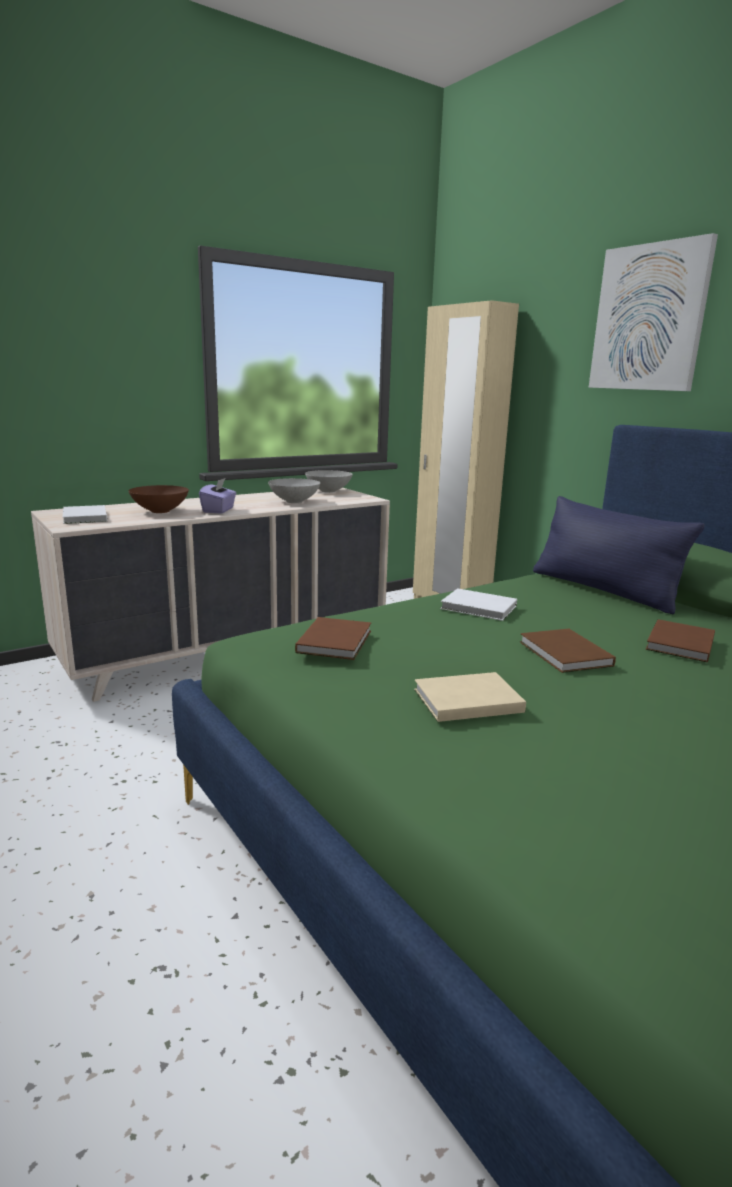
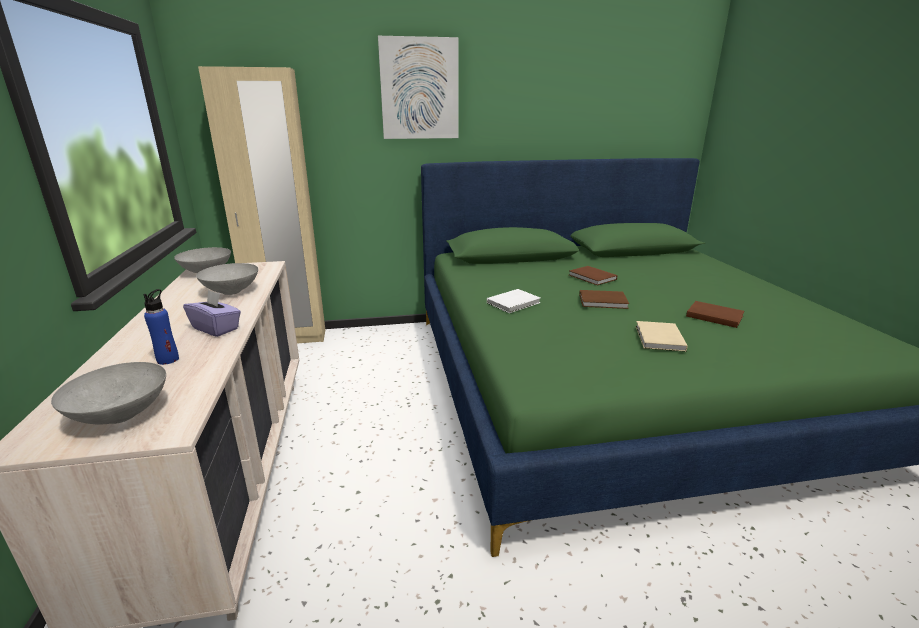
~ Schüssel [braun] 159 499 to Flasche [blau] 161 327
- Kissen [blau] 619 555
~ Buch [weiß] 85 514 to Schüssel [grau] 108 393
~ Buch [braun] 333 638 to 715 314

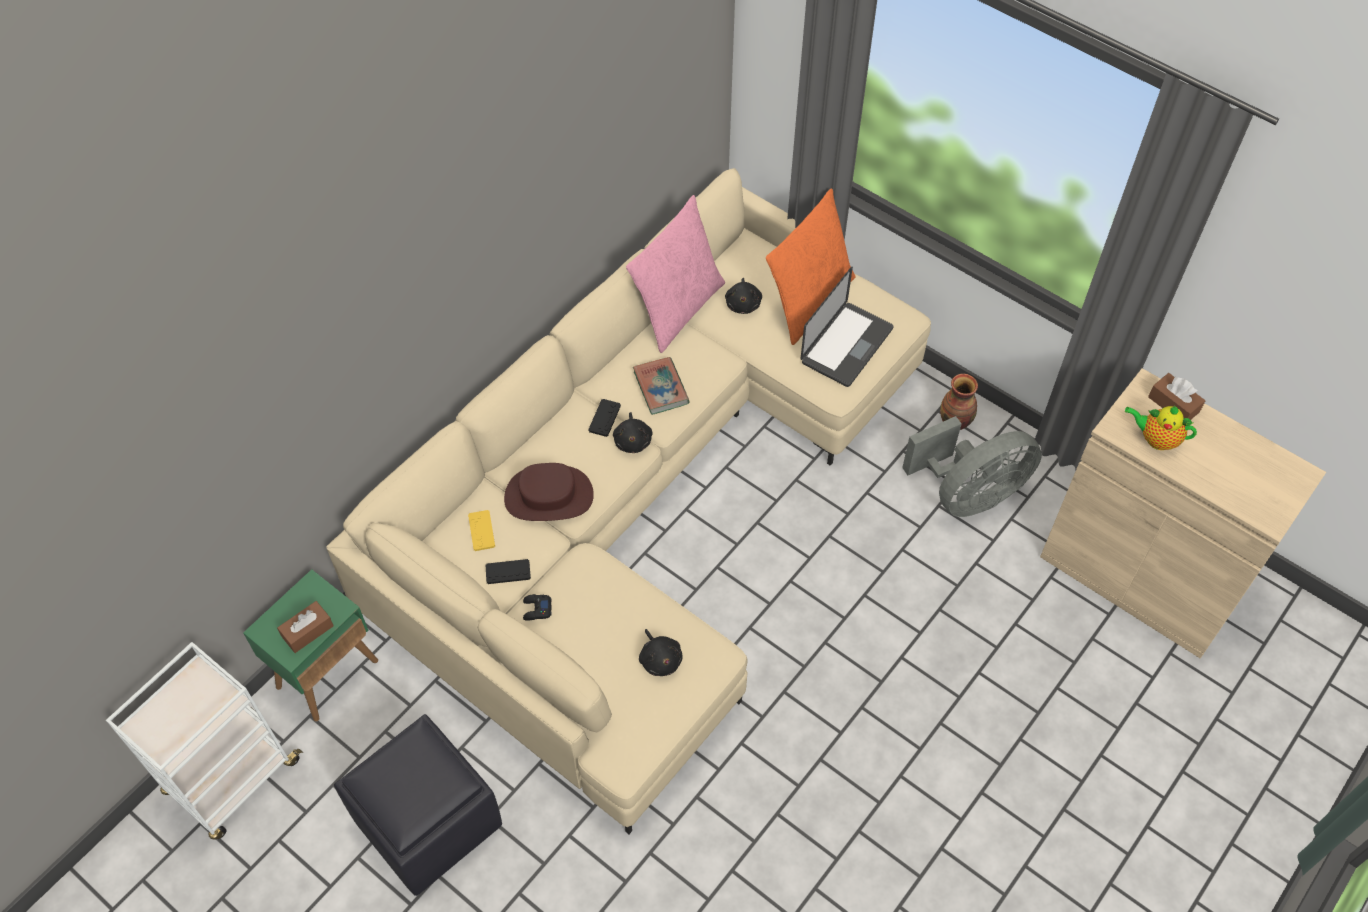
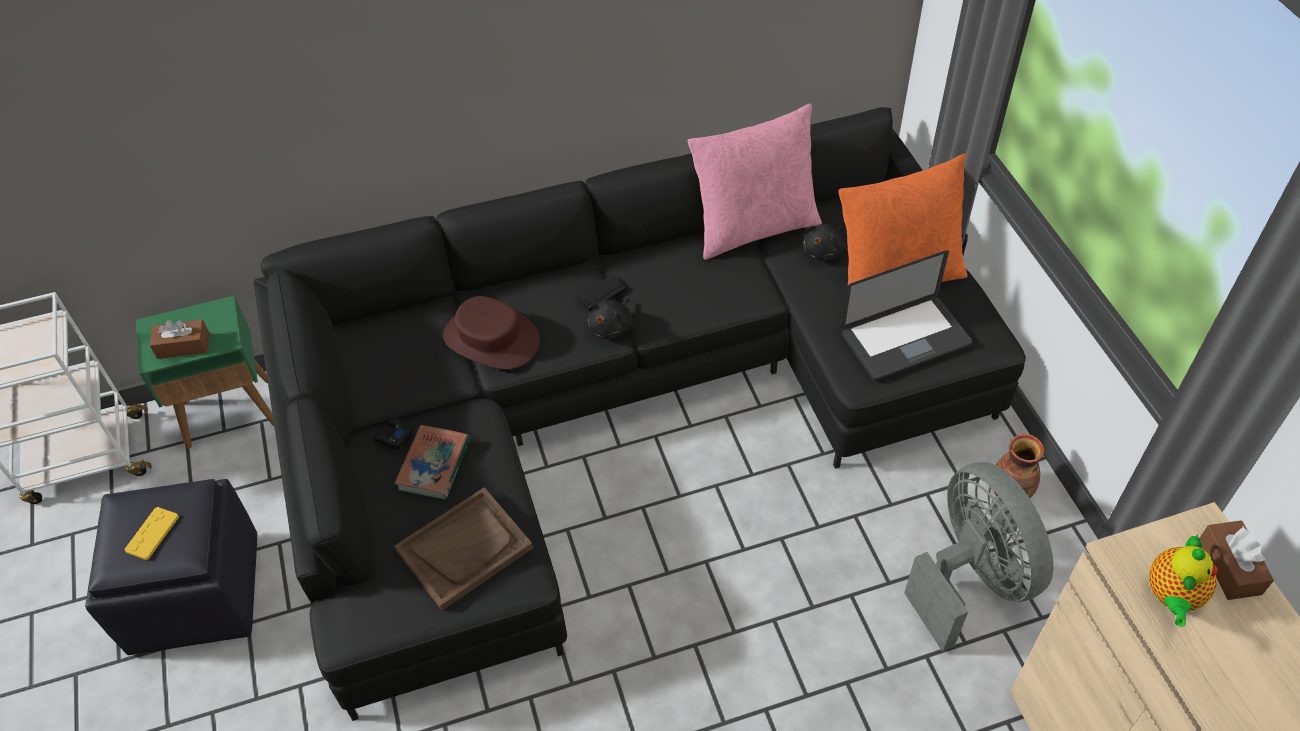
~ Sofa [beige] 628 501 to Sofa [schwarz] 639 414
~ Buch 661 386 to 432 462
~ Teekanne 1161 428 = 1183 580 120 degrees counterclockwise
~ Ventilator [grau] 972 466 = 978 557 120 degrees counterclockwise
~ Gamepad [gelb] 481 530 to 151 533
- Gamepad [schwarz] 508 571
~ Plüschtier [schwarz] 661 652 to Tablett [braun] 464 549

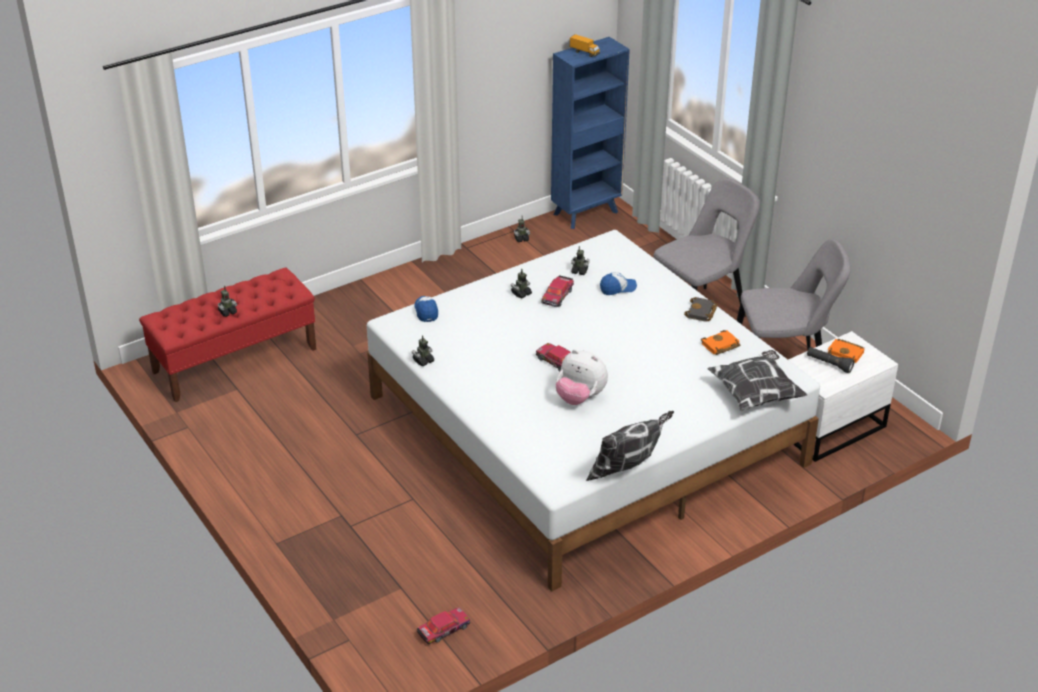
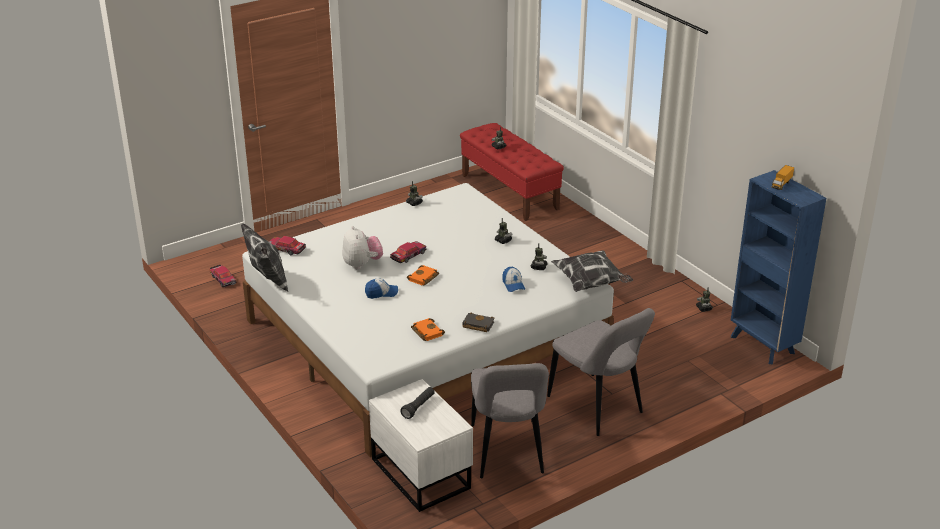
~ Spielzeugauto 557 291 to 287 245
~ Kappe 426 309 to 381 289
~ Buch [orange] 845 351 to 423 275
~ Plüschtier 582 377 = 362 247 135 degrees clockwise
~ Kissen 757 381 to 592 271

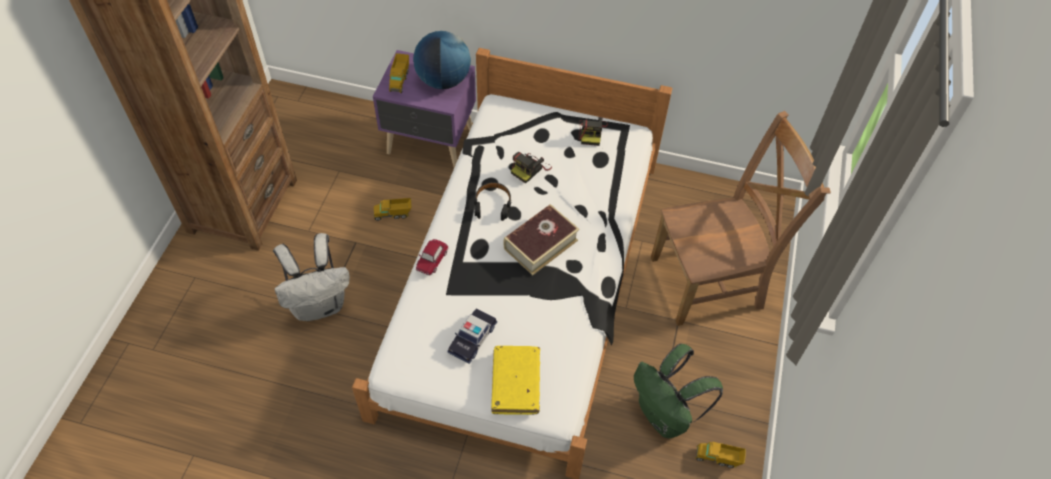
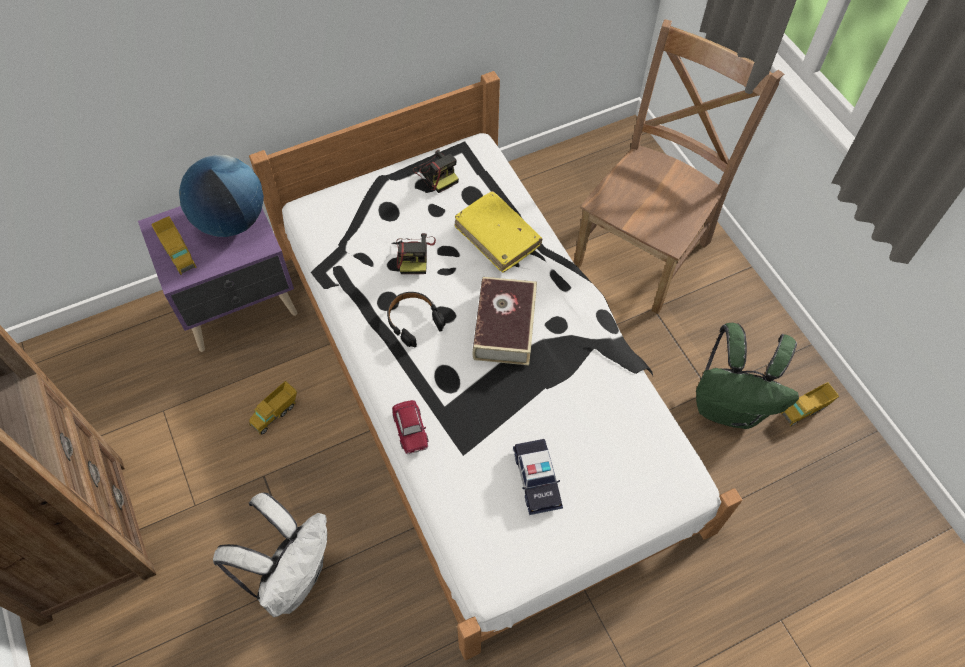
~ Buch [gelb] 515 380 to 498 231

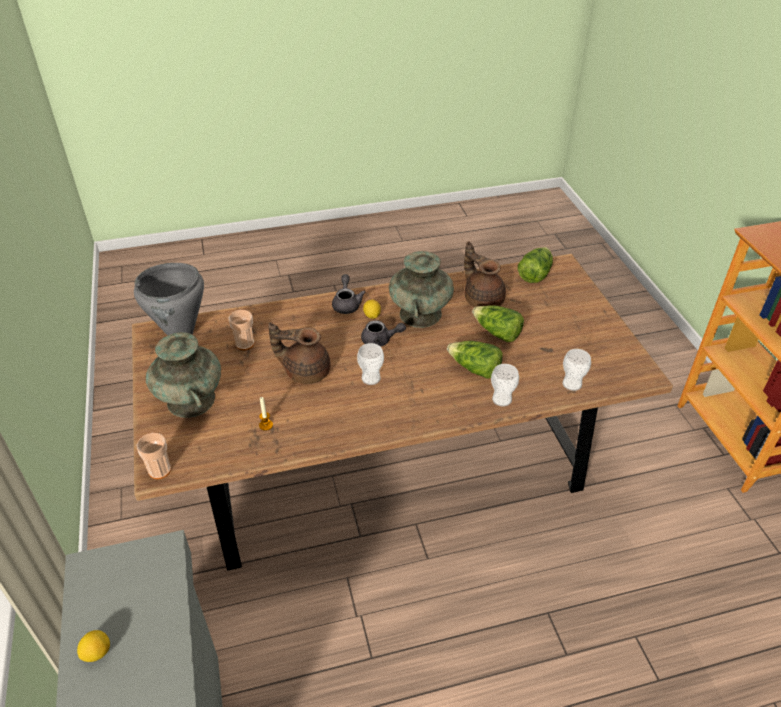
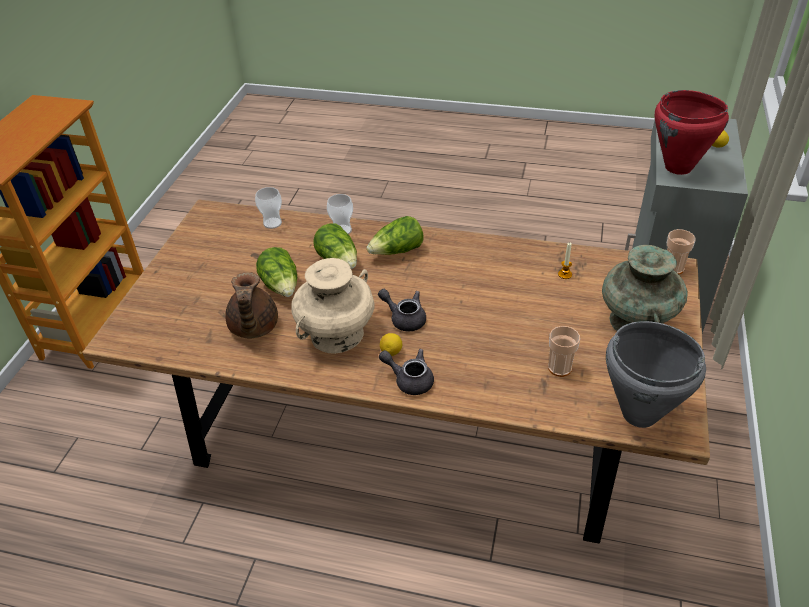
~ Salatkopf 535 265 to 395 235
~ Vase [türkis] 421 289 to Vase [beige] 333 306
~ Teekanne [grau] 349 294 = 406 372 90 degrees clockwise
- Teekanne [braun] 299 353
- Tasse 370 364
+ Kochtopf [rot] 692 132

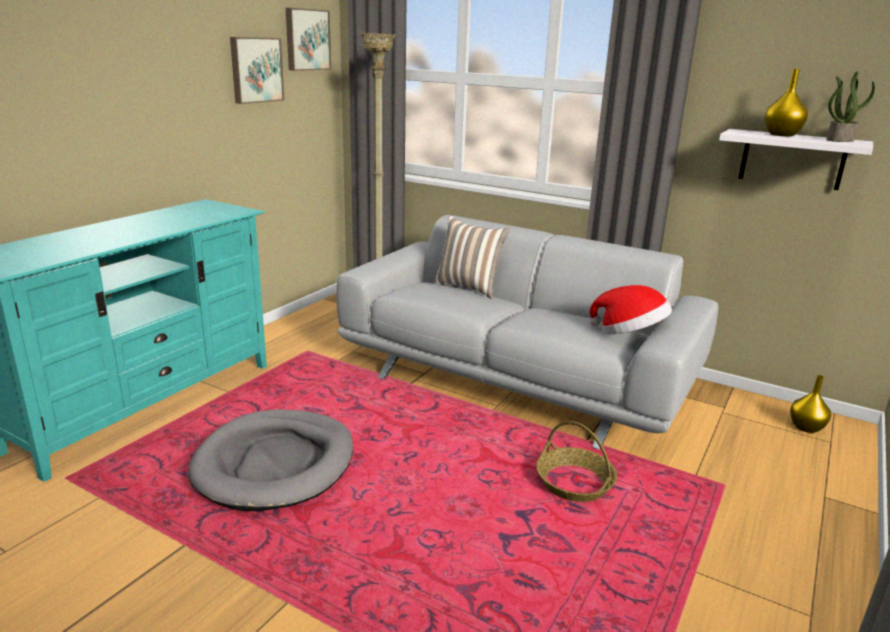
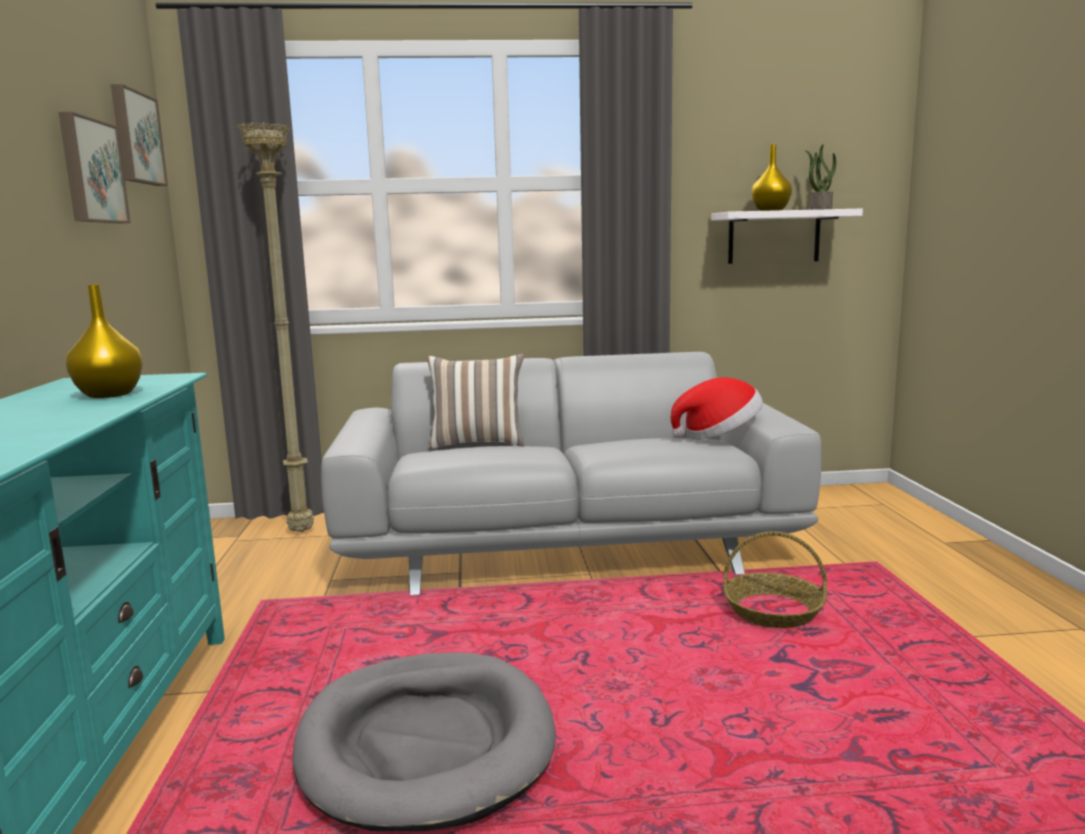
~ Vase [gelb] 810 404 to 104 341

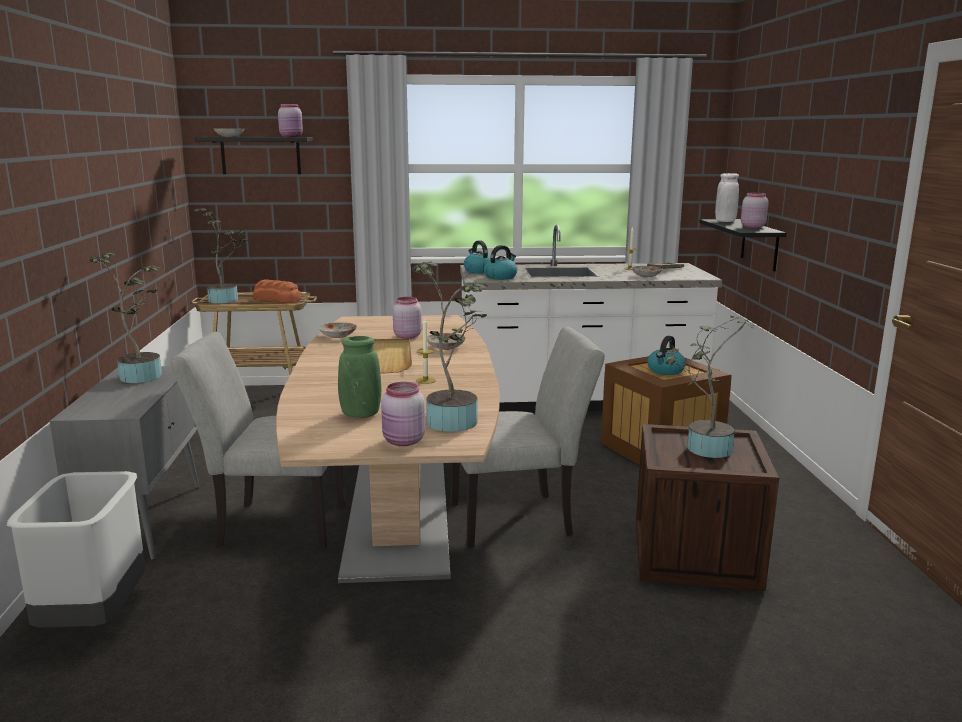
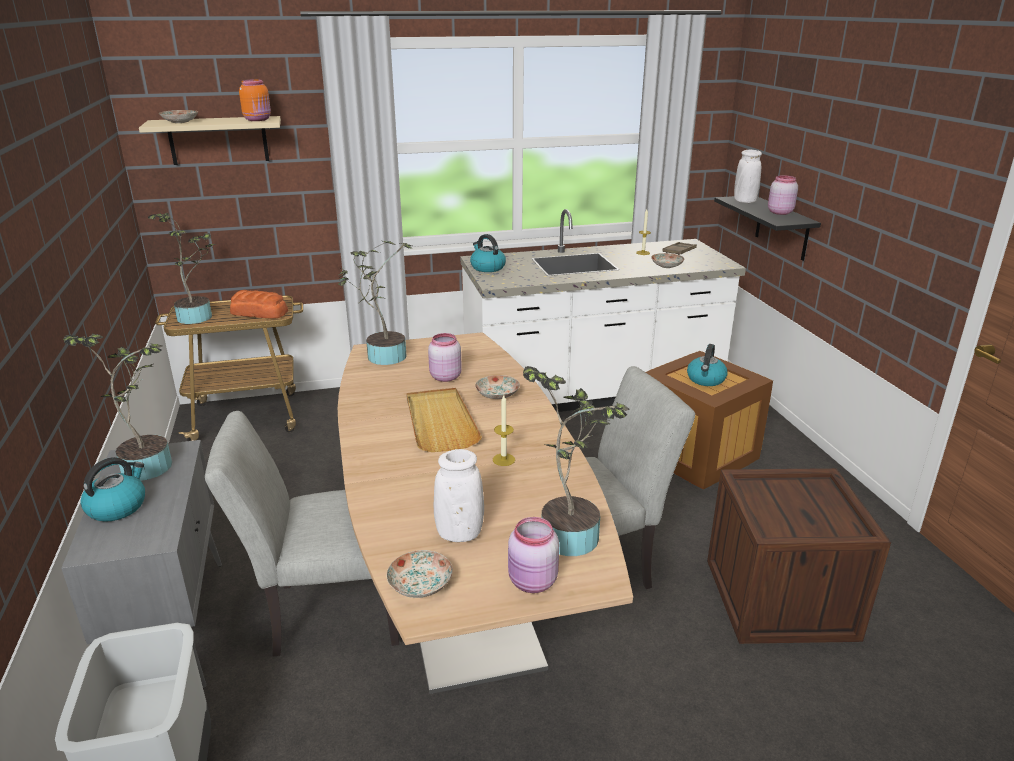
~ Vorratsglas [rosa] 290 120 to Vorratsglas [orange] 255 100
~ Wandregal [schwarz] 254 155 to Wandregal [beige] 210 140
~ Wasserkessel 500 262 to 112 489
~ Topfpflanze 709 387 to 375 302
~ Teller 338 330 to 420 574
~ Vase [grün] 359 377 to Vase [weiß] 459 495

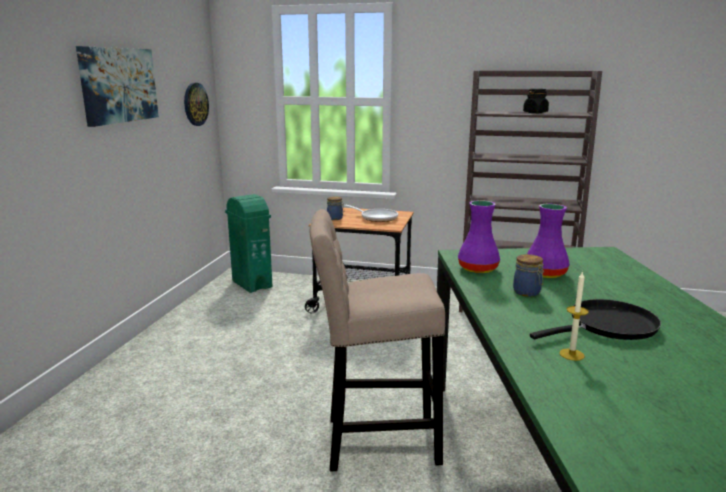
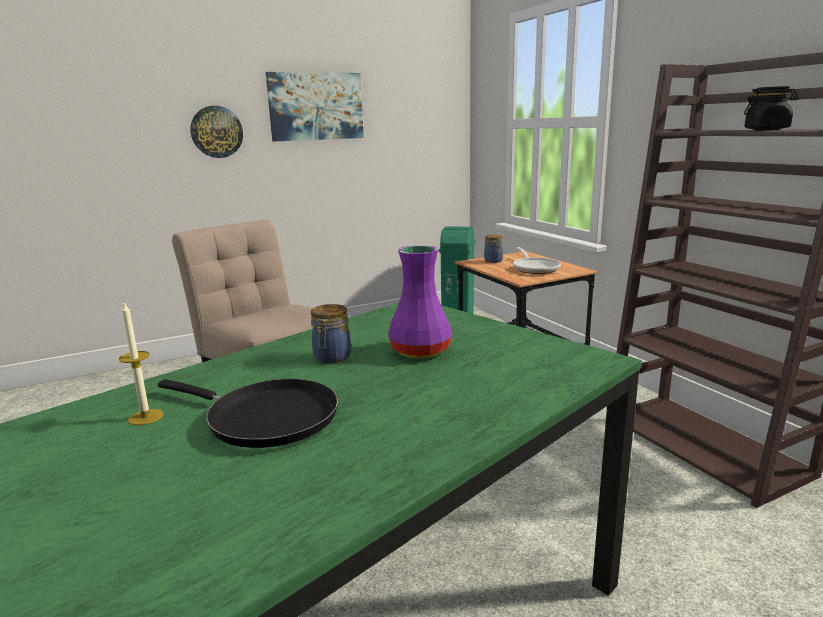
~ Wanduhr 196 104 to 216 132
- Vase [lila] 479 236

